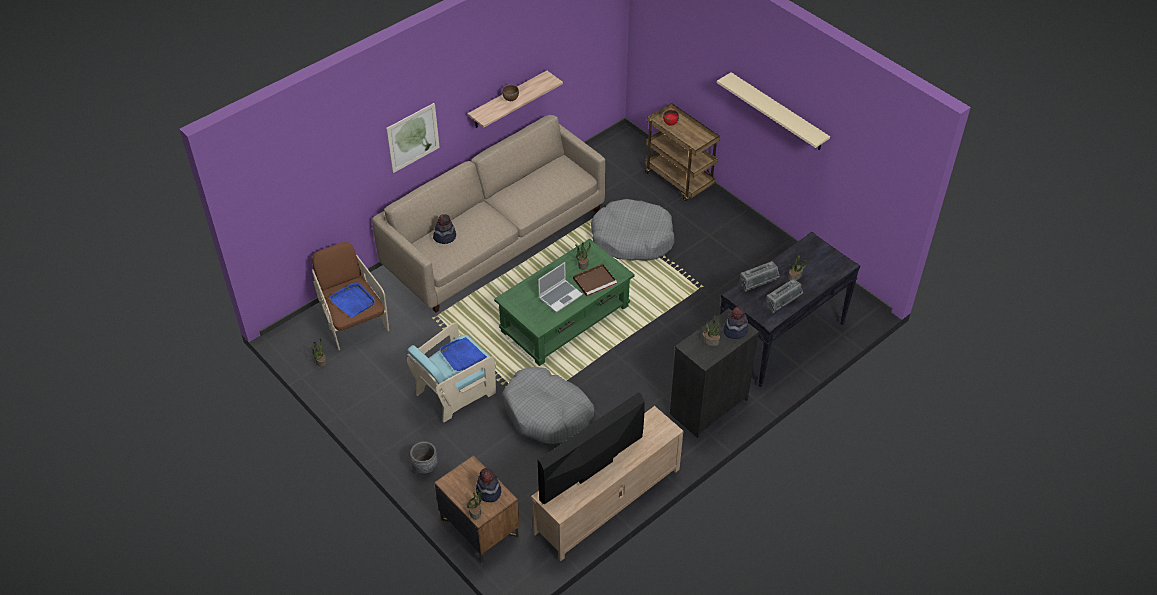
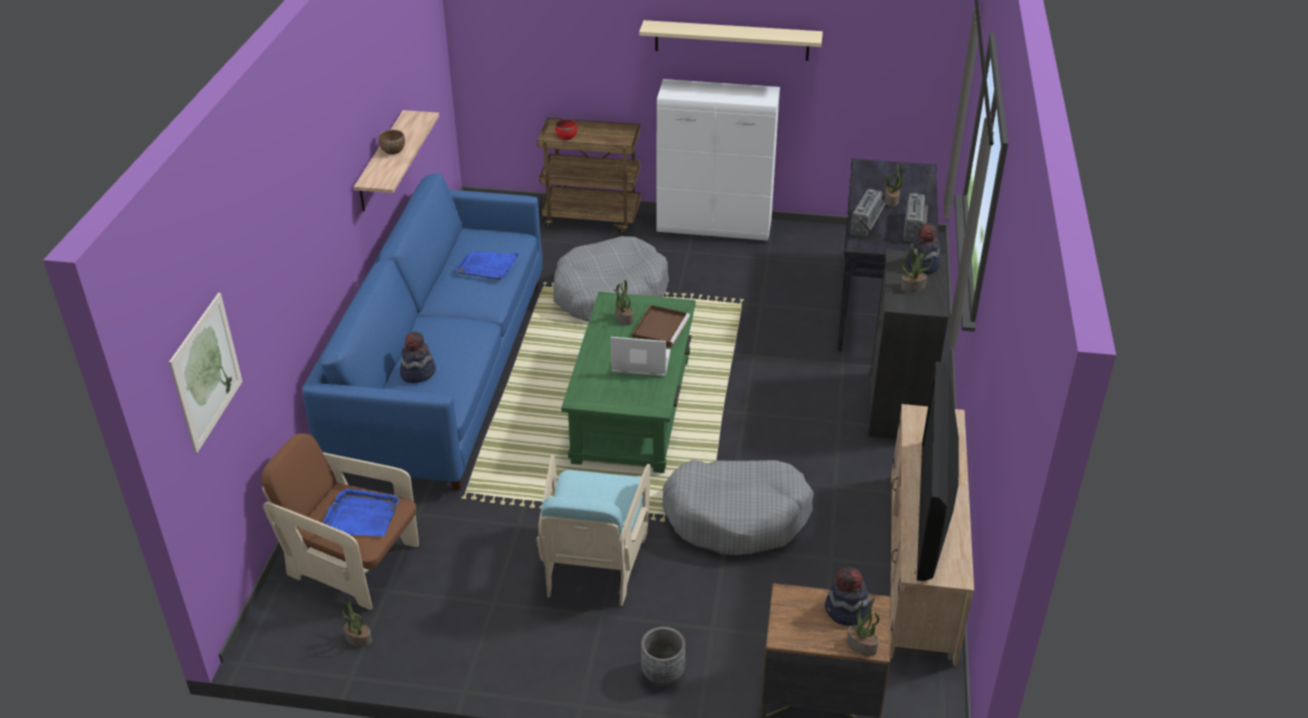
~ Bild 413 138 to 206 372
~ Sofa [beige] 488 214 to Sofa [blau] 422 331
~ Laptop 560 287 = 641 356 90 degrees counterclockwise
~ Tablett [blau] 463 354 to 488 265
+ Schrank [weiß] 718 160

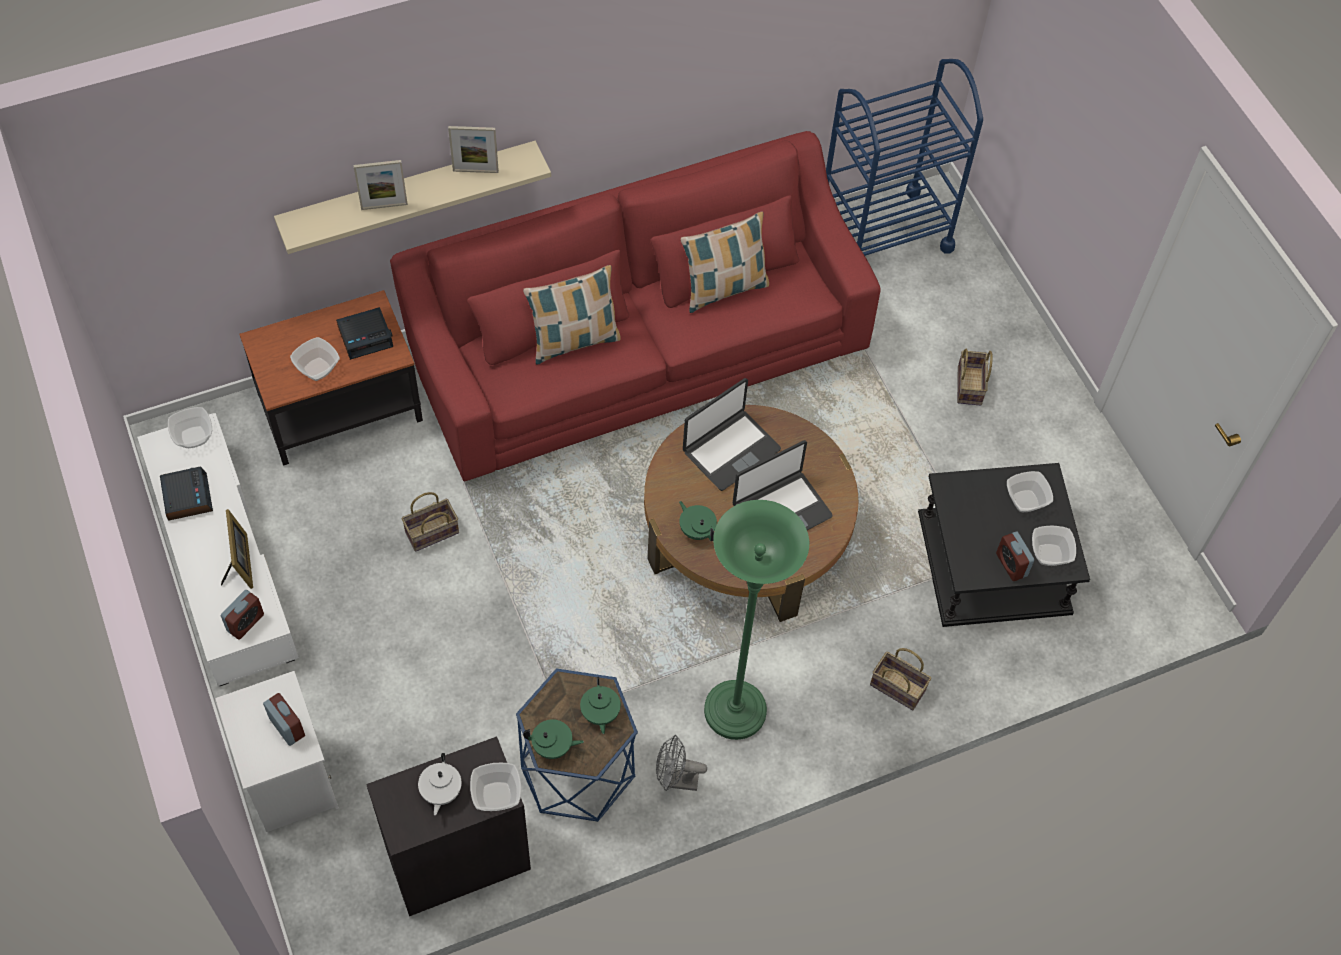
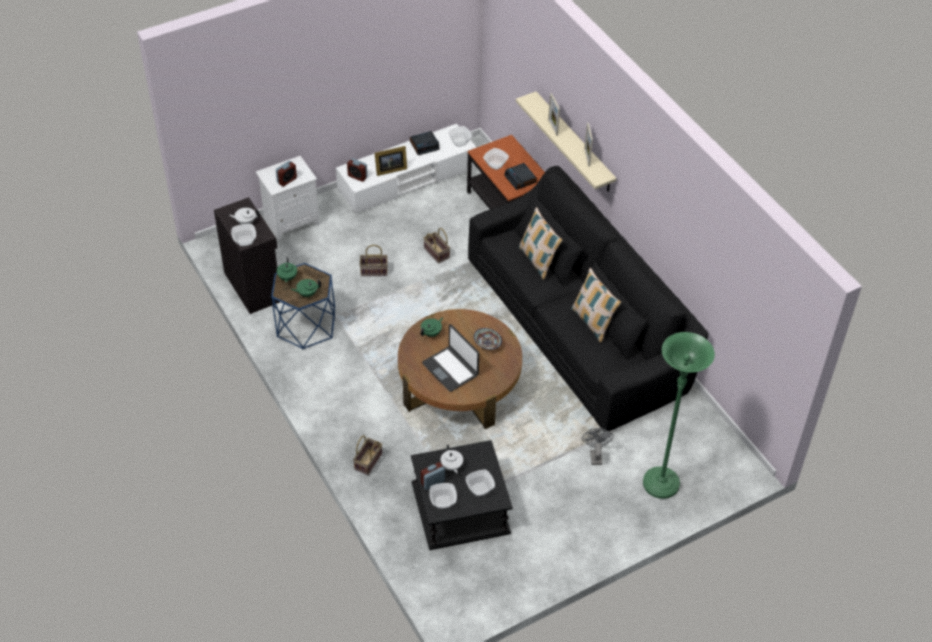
- Rollwagen [blau] 904 157
~ Sofa [rot] 635 306 to Sofa [schwarz] 588 299
~ Korb 975 377 to 373 260
~ Laptop 732 434 to Schüssel 488 339
~ Stehlampe [grün] 756 620 to 679 415
~ Ventilator [grau] 681 763 to 597 446
+ Teekanne [weiß] 452 459

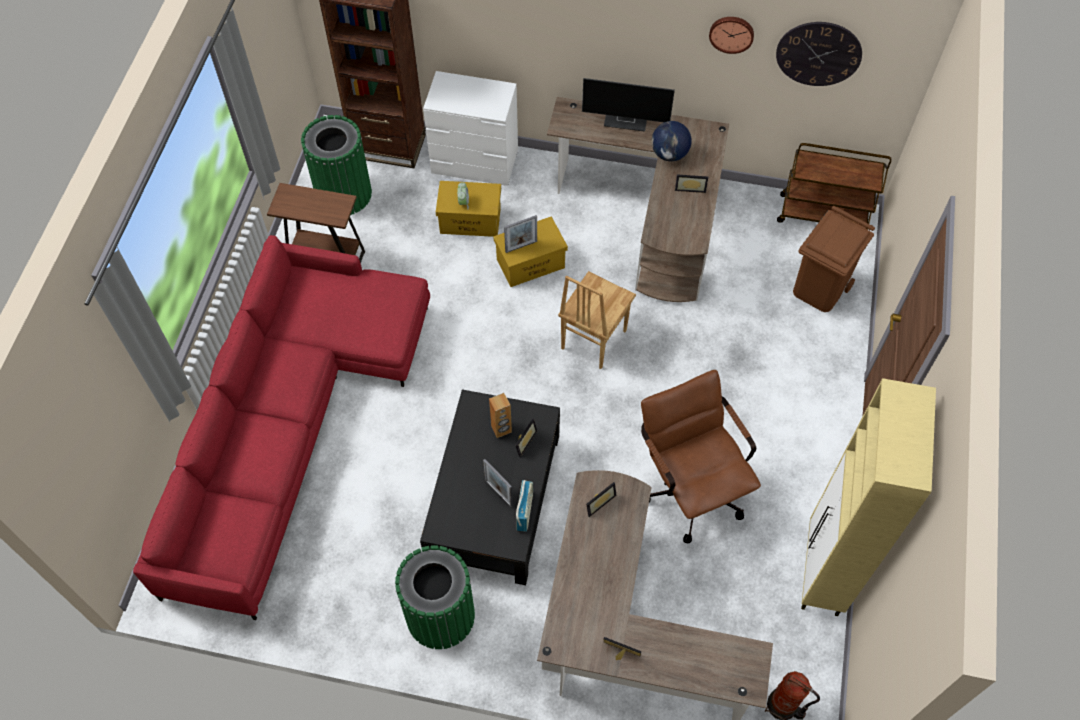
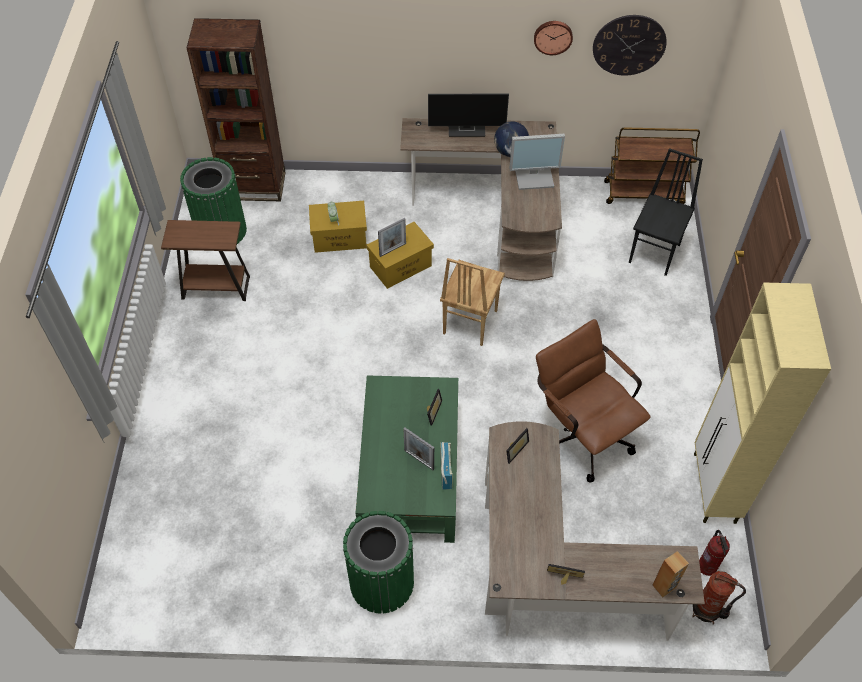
- Kommode [weiß] 470 128
~ Bilderrahmen 691 184 to Monitor 537 162
~ Mülleimer [braun] 834 259 to Stuhl [schwarz] 666 212
- Sofa [rot] 281 427
~ Couchtisch [schwarz] 490 487 to Couchtisch [grün] 407 459
~ Lautsprecher [braun] 500 415 to 671 574
+ Feuerlöscher 714 553

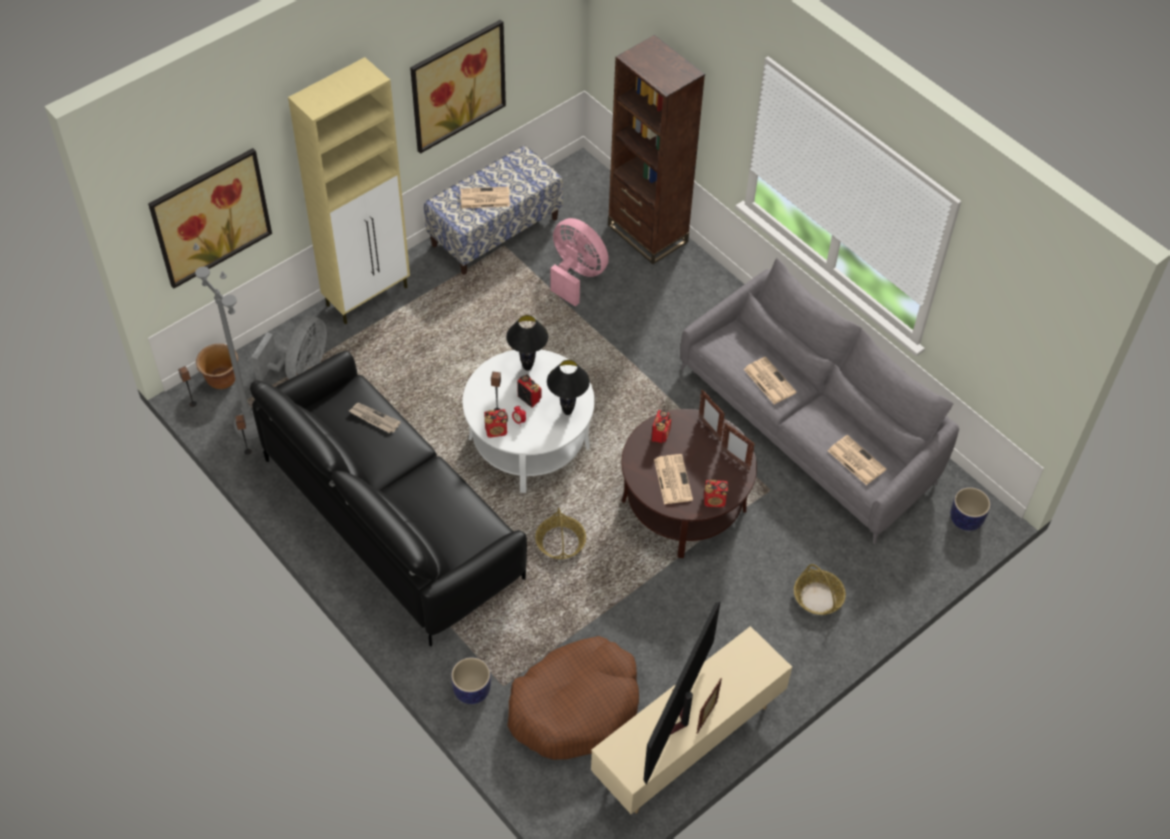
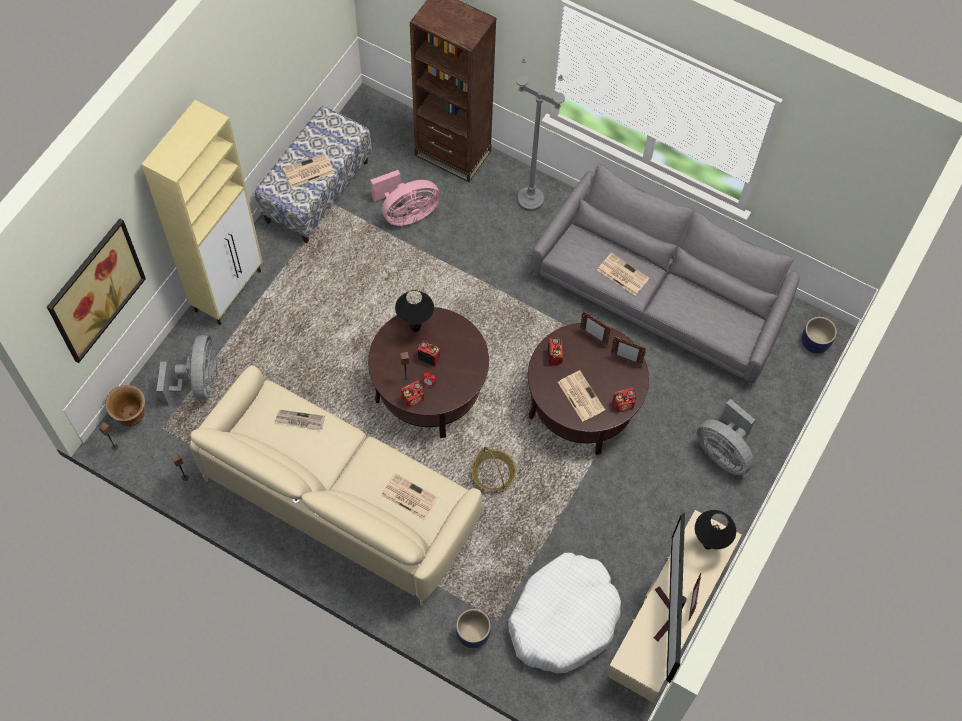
- Bild 458 87
~ Ventilator [rosa] 580 262 = 405 198 135 degrees clockwise
~ Stehlampe [grau] 226 341 to 540 134
~ Couchtisch [weiß] 528 421 to Couchtisch [braun] 428 372
~ Sofa [schwarz] 388 498 to Sofa [beige] 336 485
~ Tischlampe [schwarz] 568 387 to 715 530
~ Zeitung 857 460 to 409 496
~ Korb 820 589 to Ventilator [grau] 726 437
~ Hundebett [braun] 573 698 to Hundebett [weiß] 564 613

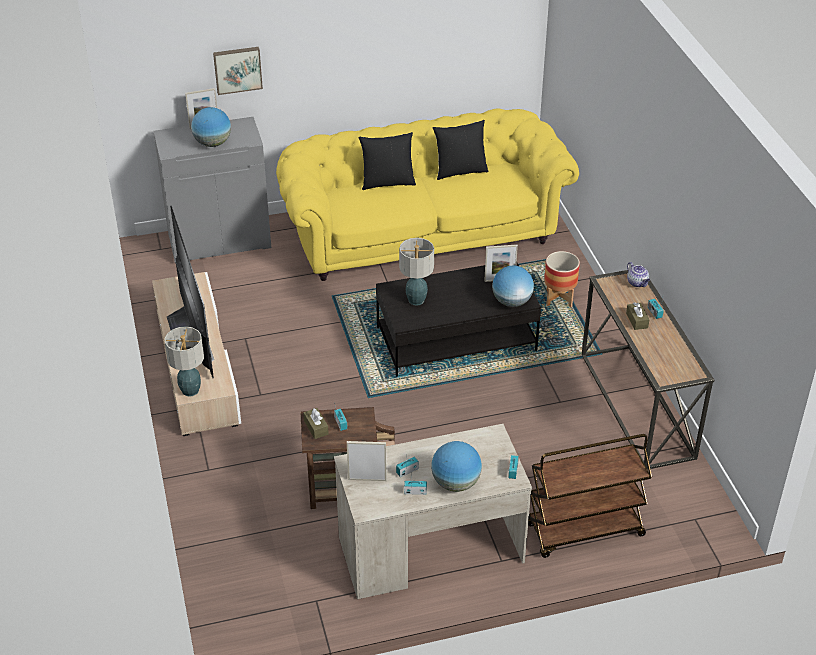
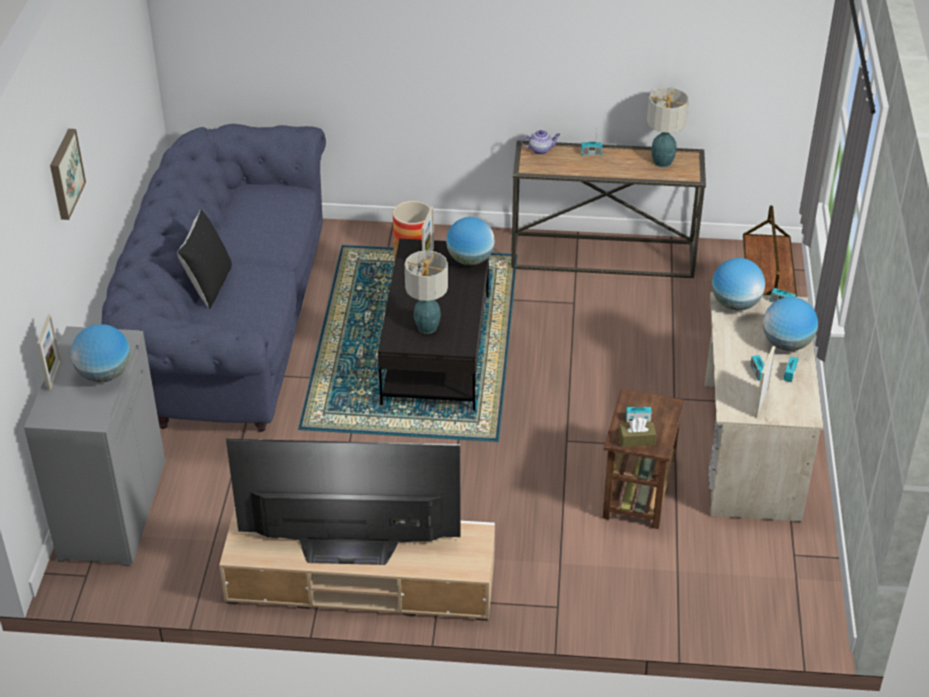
~ Bild 238 71 to 68 174
~ Sofa [gelb] 427 194 to Sofa [blau] 213 278
- Kissen [schwarz] 460 150
- Taschentuchbox [braun] 638 316
~ Tischlampe 184 361 to 668 127
+ Globus 738 284

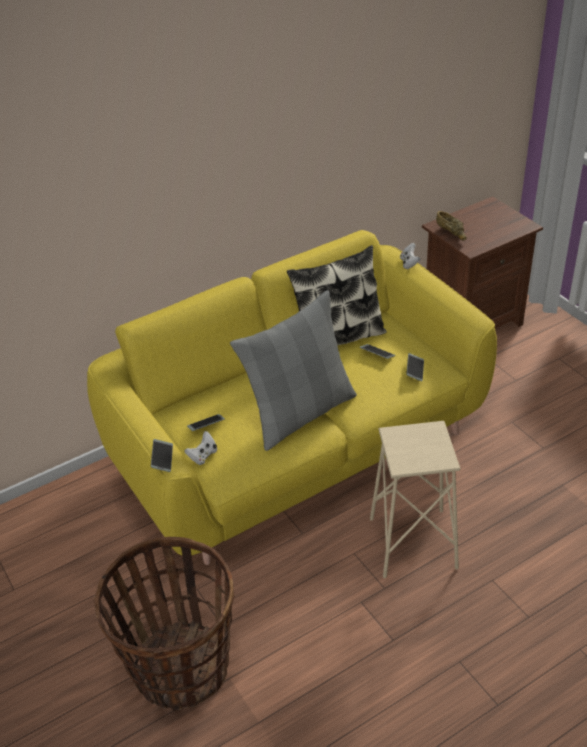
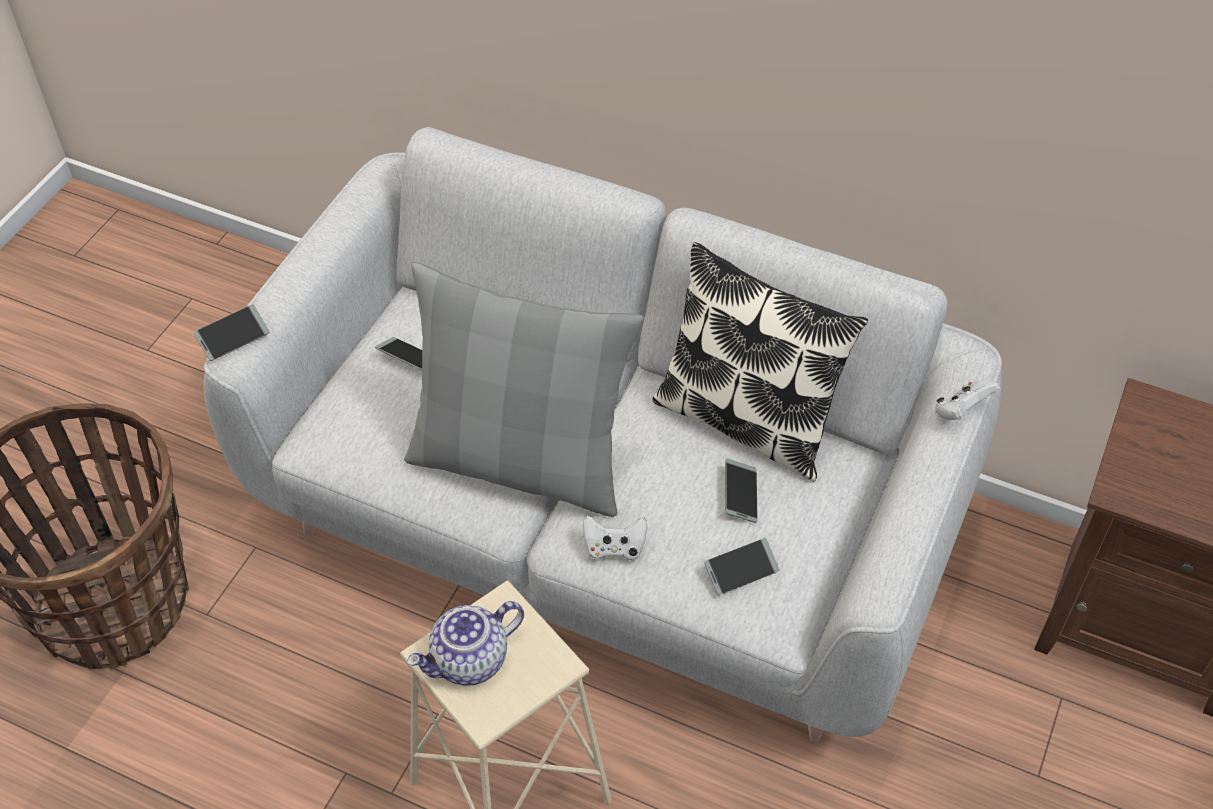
- Schüssel [braun] 451 226
~ Sofa [gelb] 292 397 to Sofa [grau] 602 434
~ Gamepad [weiß] 201 448 to 615 538
+ Teekanne 465 643

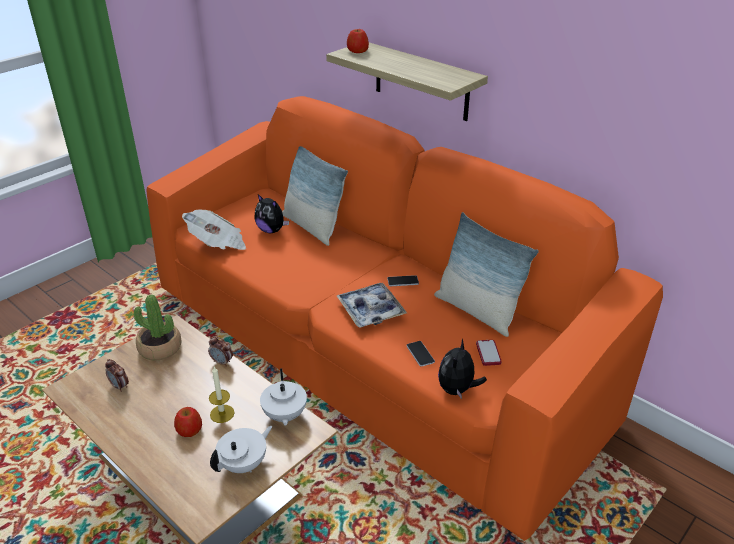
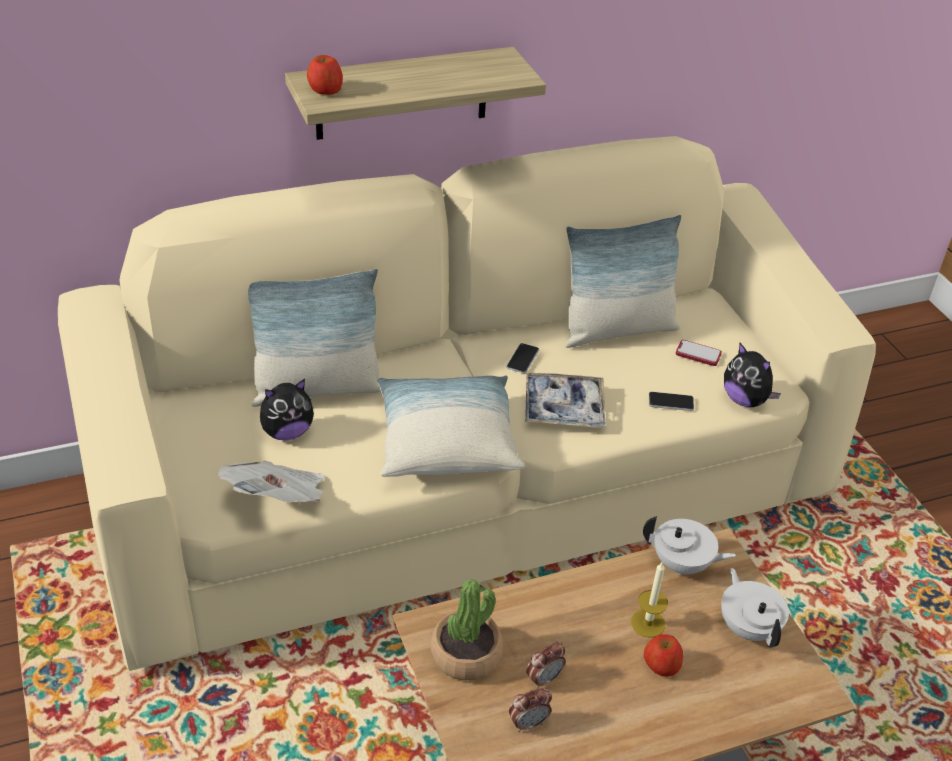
~ Sofa [orange] 404 318 to Sofa [beige] 467 403
~ Wecker 220 351 to 546 665
+ Kissen 451 426

